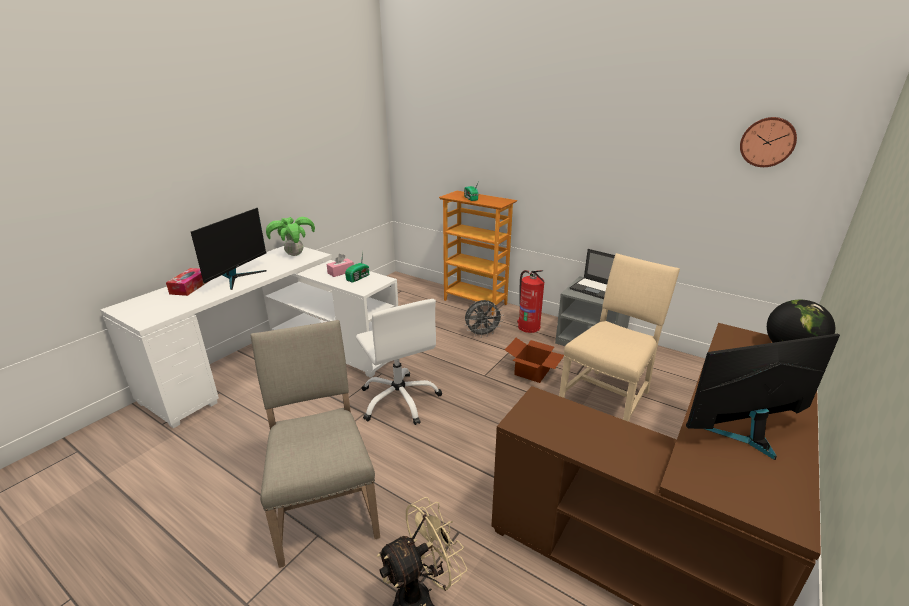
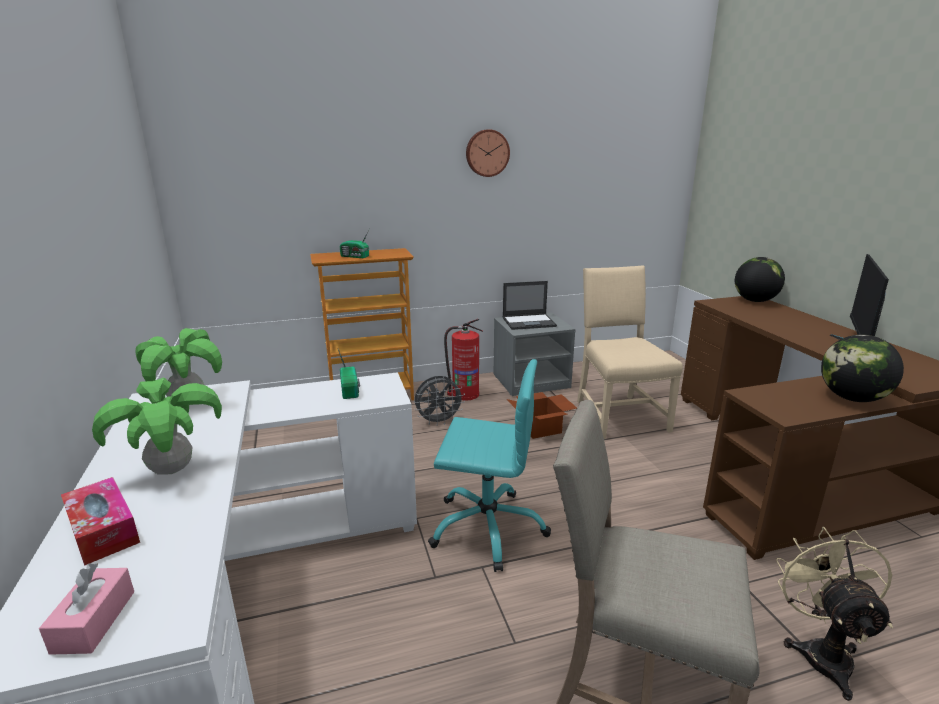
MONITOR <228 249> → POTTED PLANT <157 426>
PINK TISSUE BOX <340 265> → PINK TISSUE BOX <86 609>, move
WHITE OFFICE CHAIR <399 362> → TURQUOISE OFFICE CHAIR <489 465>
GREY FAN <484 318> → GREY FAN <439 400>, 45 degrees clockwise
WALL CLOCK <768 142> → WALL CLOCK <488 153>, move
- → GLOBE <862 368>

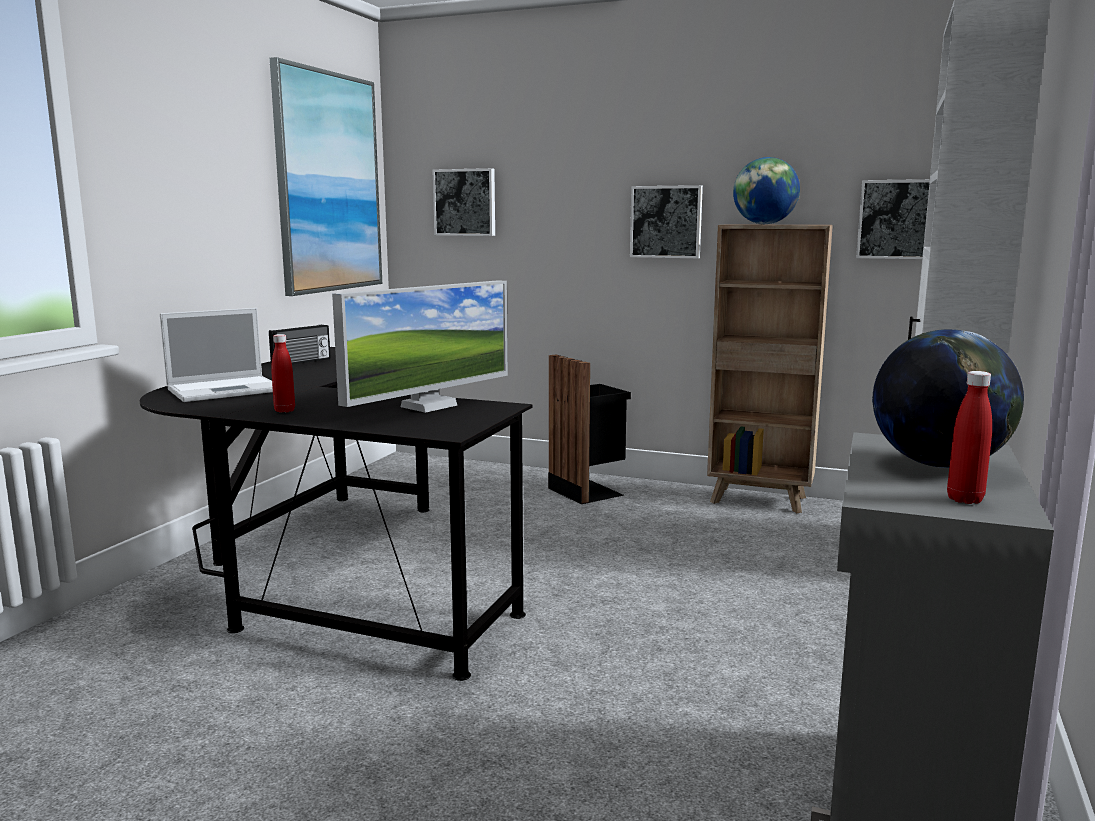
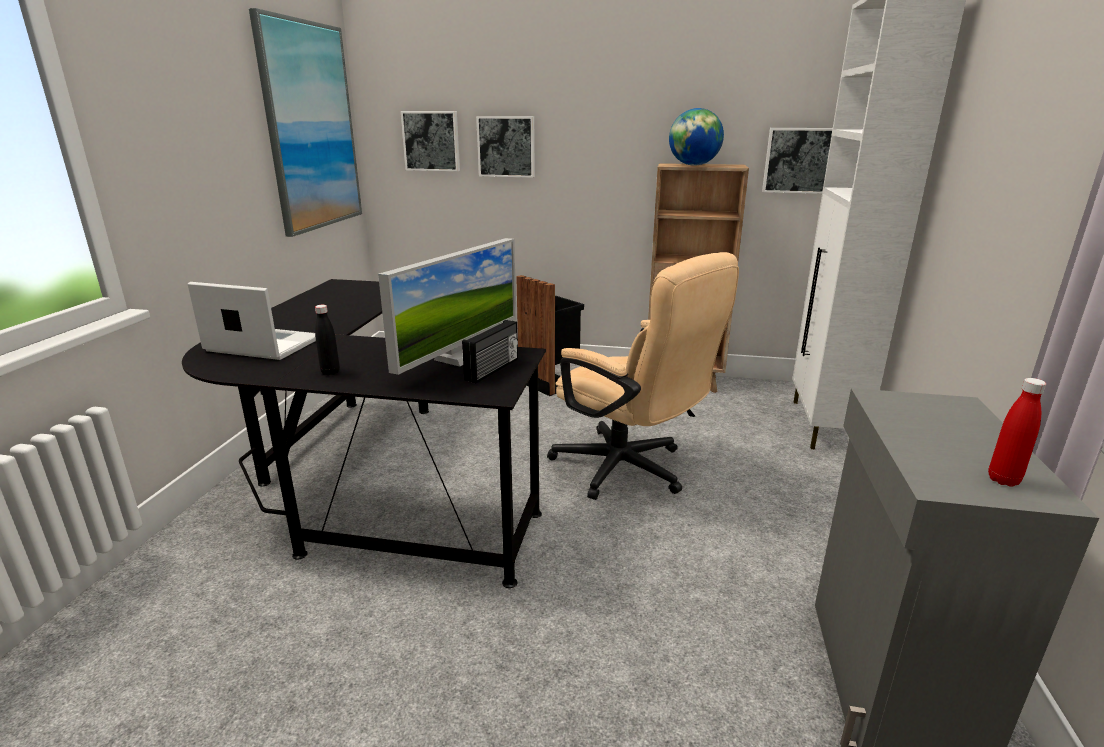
LAPTOP <216 355> → LAPTOP <252 321>, 120 degrees counterclockwise
RADIO <300 345> → RADIO <490 351>, move
RED BOTTLE <283 373> → BLACK BOTTLE <327 340>
PICTURE <666 222> → PICTURE <505 147>, move
GLOBE <948 398> → -
- → BEIGE OFFICE CHAIR <643 376>

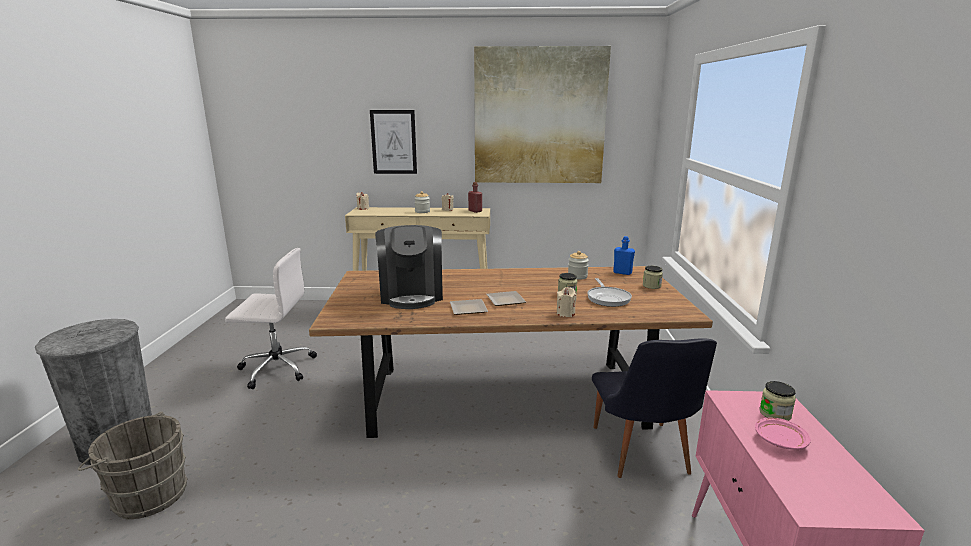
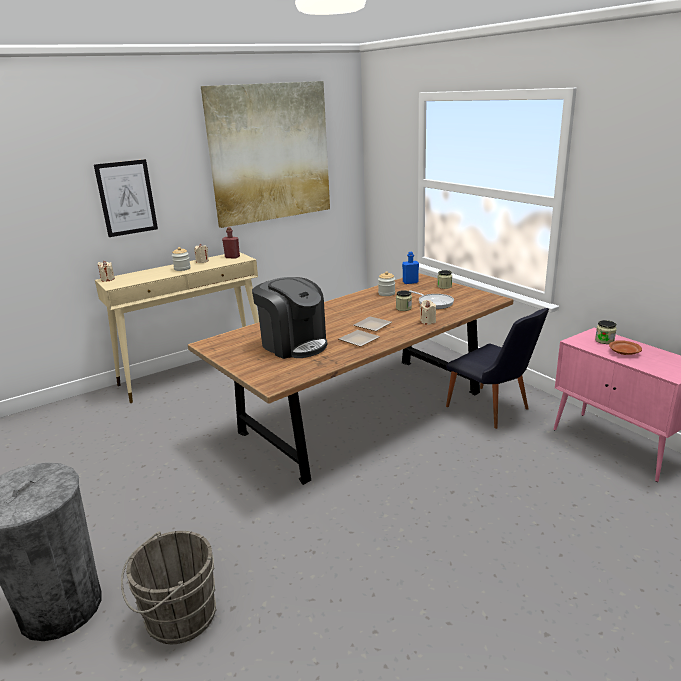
WHITE OFFICE CHAIR <271 318> → -
PINK PLATE <783 433> → BROWN PLATE <625 347>

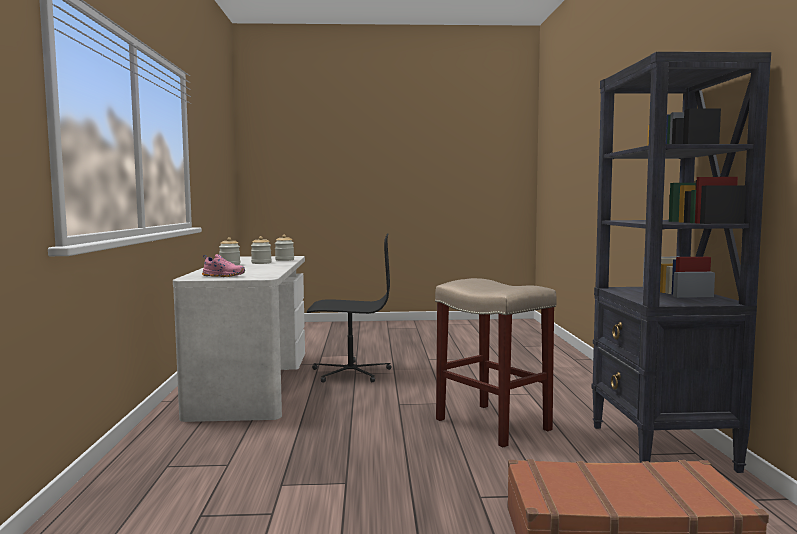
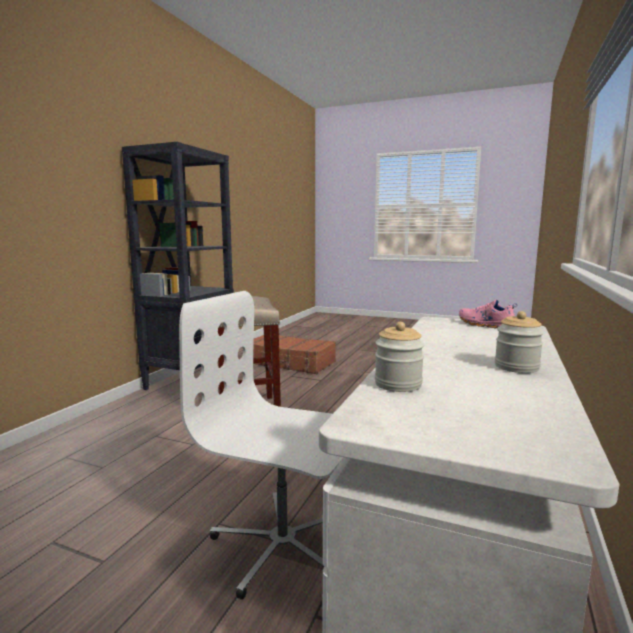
JAR <261 250> → -
BLACK OFFICE CHAIR <349 308> → WHITE OFFICE CHAIR <261 445>

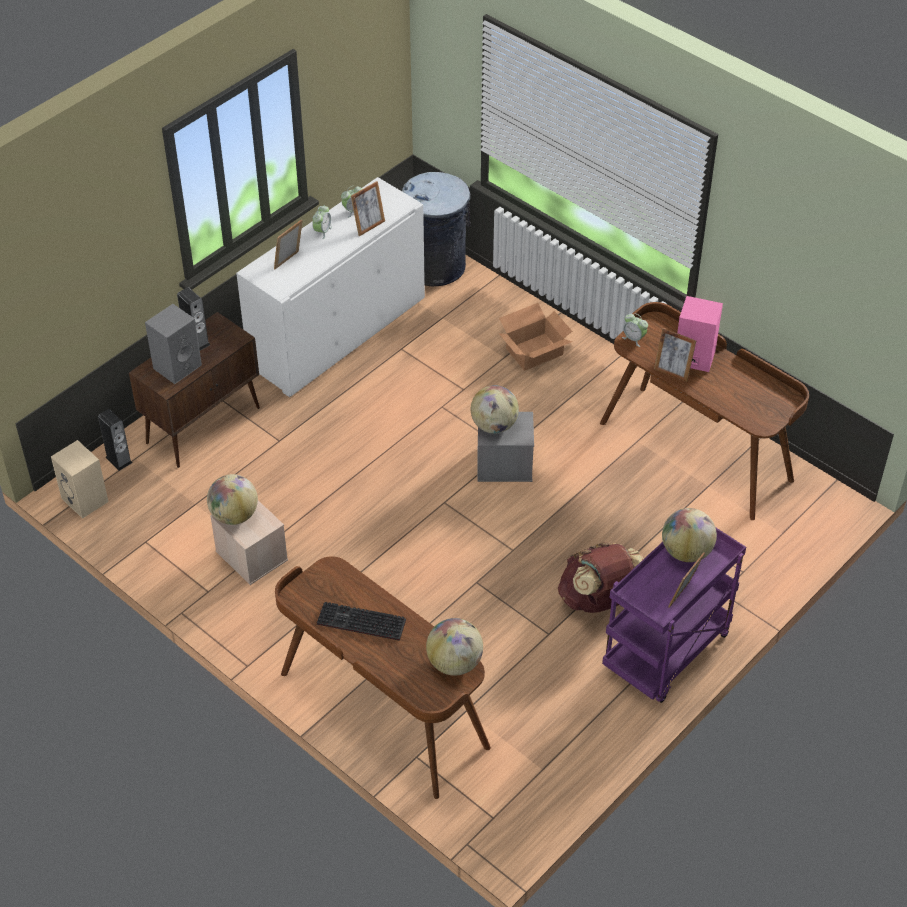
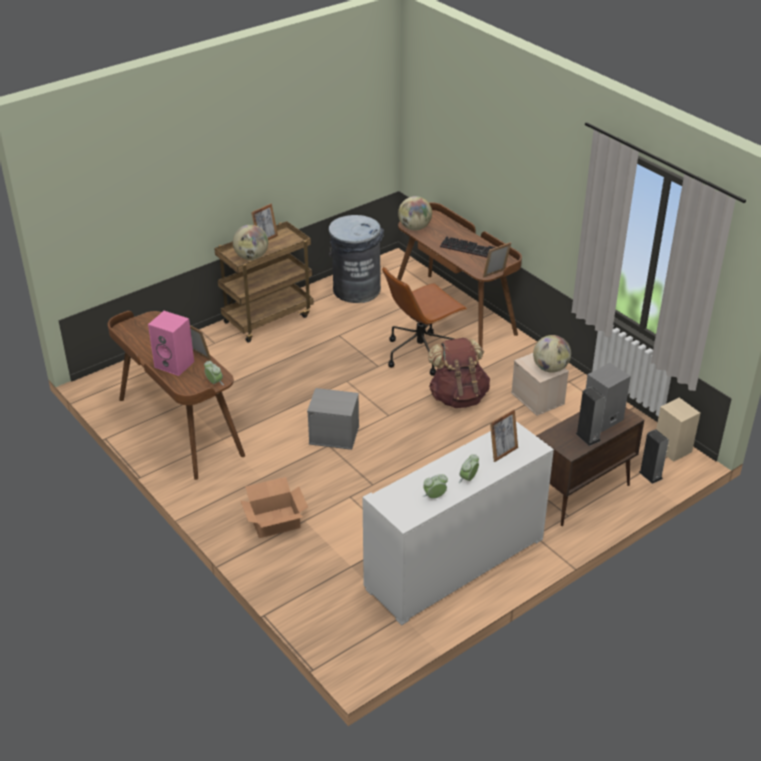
PICTURE FRAME <368 208> → PICTURE FRAME <497 260>, move
GREY TRASH CAN <436 229> → GREY TRASH CAN <356 259>, move
GLOBE <495 409> → -
BROWN BACKPACK <601 577> → BROWN BACKPACK <459 373>, move
PURPLE CART <674 615> → BROWN CART <264 281>
- → BROWN OFFICE CHAIR <424 321>

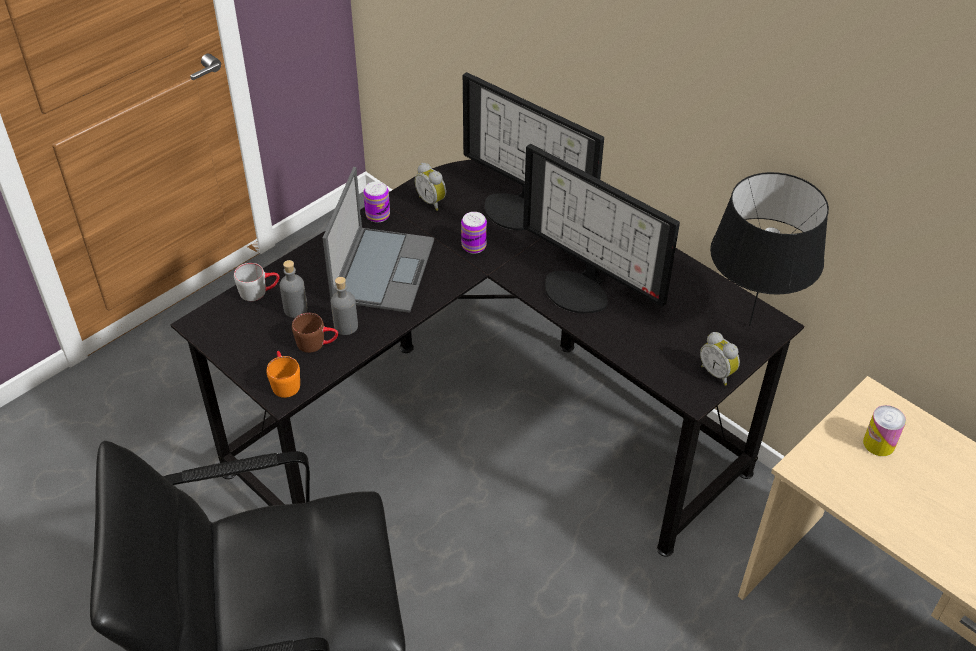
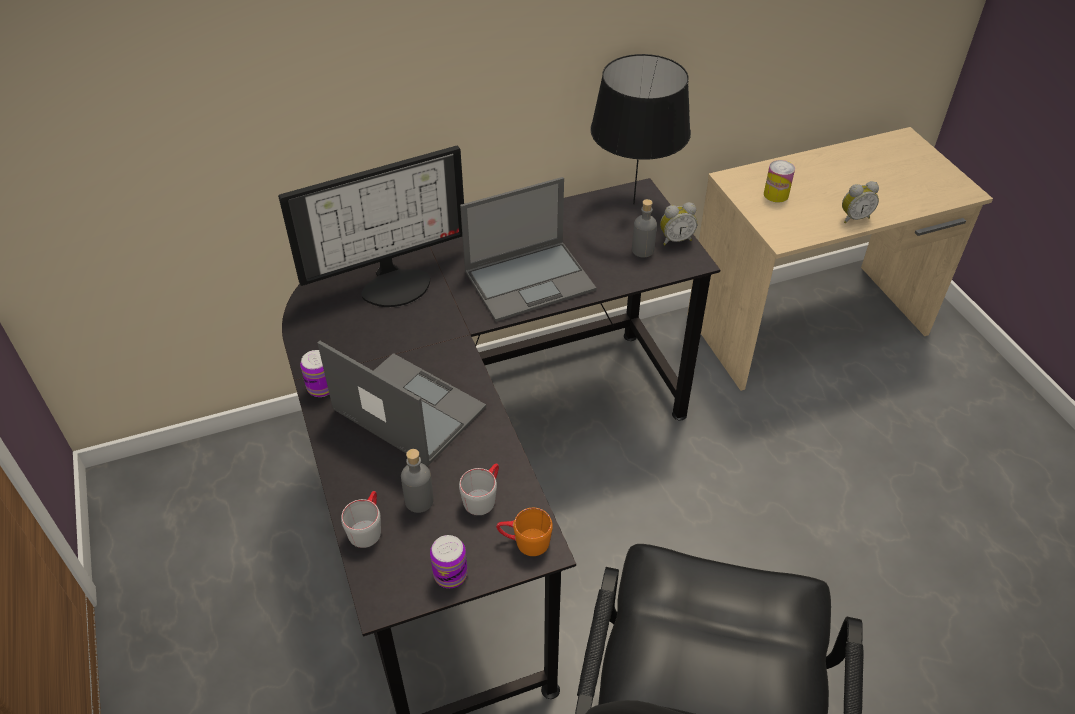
BROWN MUG <315 333> → GREY MUG <479 489>
GREY BOTTLE <344 306> → GREY BOTTLE <644 228>, move
ALARM CLOCK <430 187> → ALARM CLOCK <860 202>, move
CAN <474 233> → CAN <449 561>, move
MONITOR <601 229> → LAPTOP <528 249>

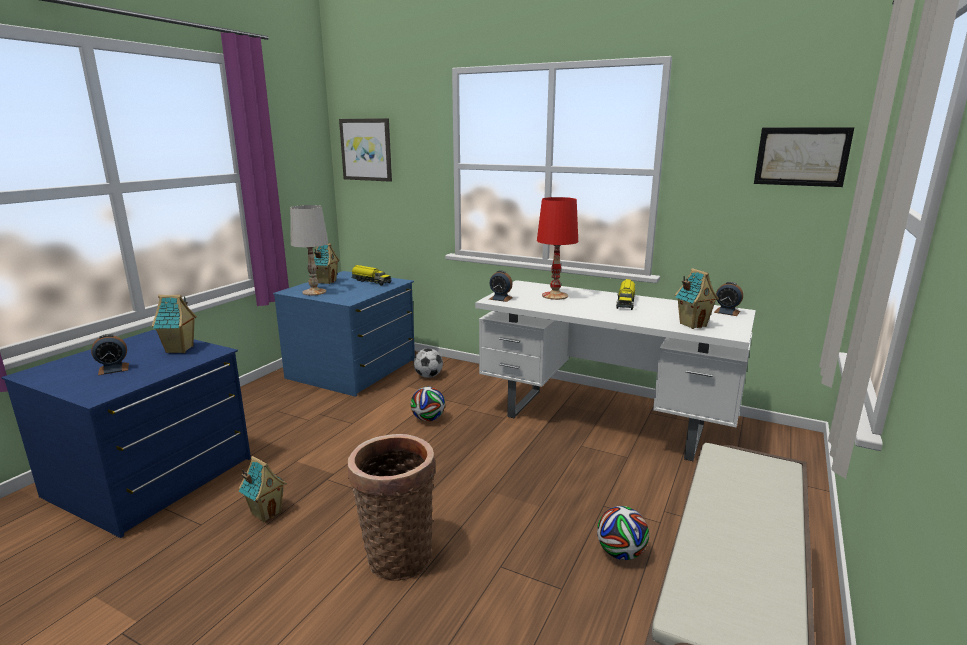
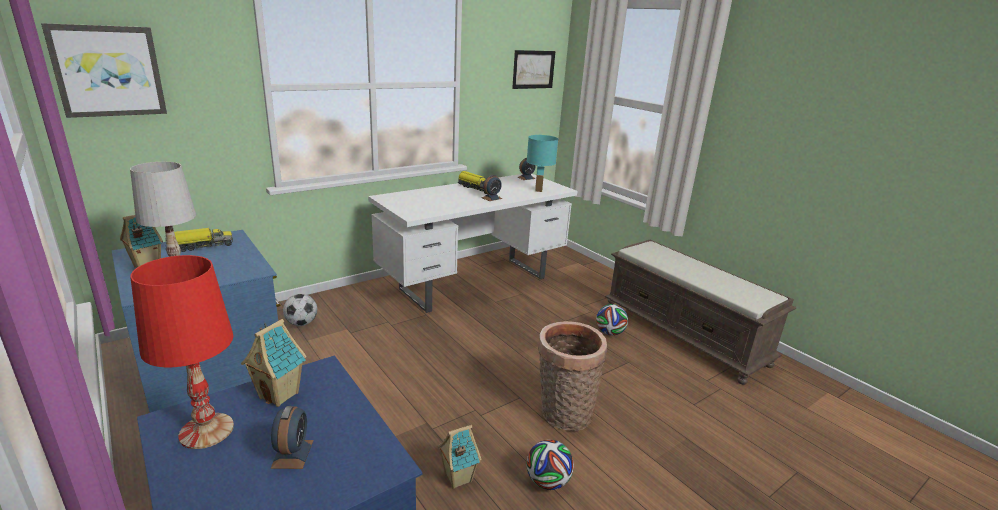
FOOTBALL <428 404> → FOOTBALL <550 464>, move
ALARM CLOCK <501 286> → ALARM CLOCK <491 188>, move
RED TABLE LAMP <557 248> → RED TABLE LAMP <182 352>, move
TOY HOUSE <697 298> → TURQUOISE TABLE LAMP <542 163>

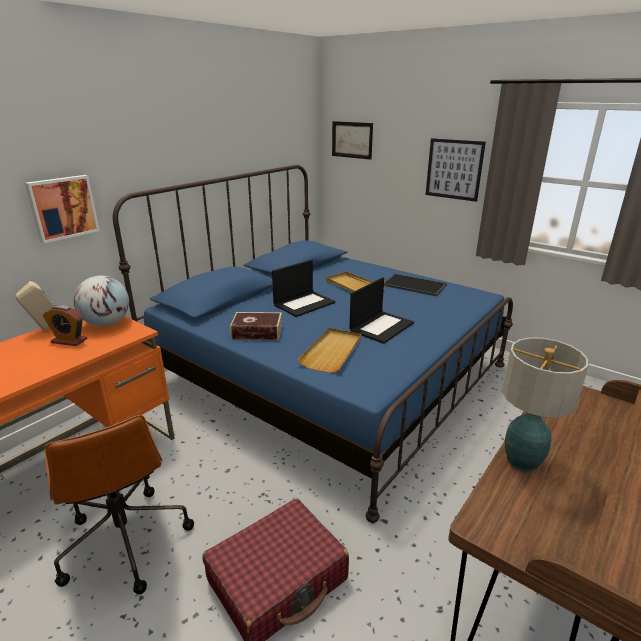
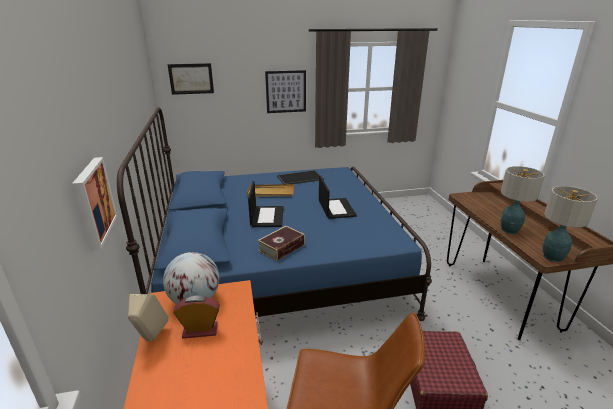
ALARM CLOCK <65 325> → ALARM CLOCK <196 317>, 150 degrees counterclockwise
BEIGE TRAY <329 350> → -
- → TABLE LAMP <570 224>

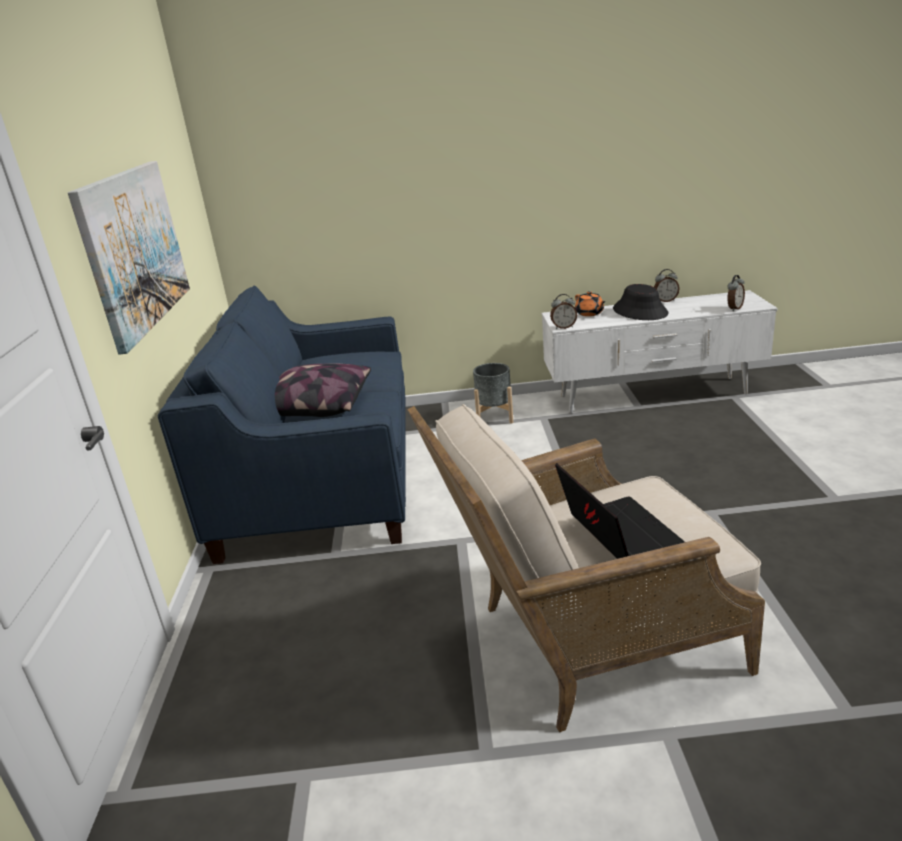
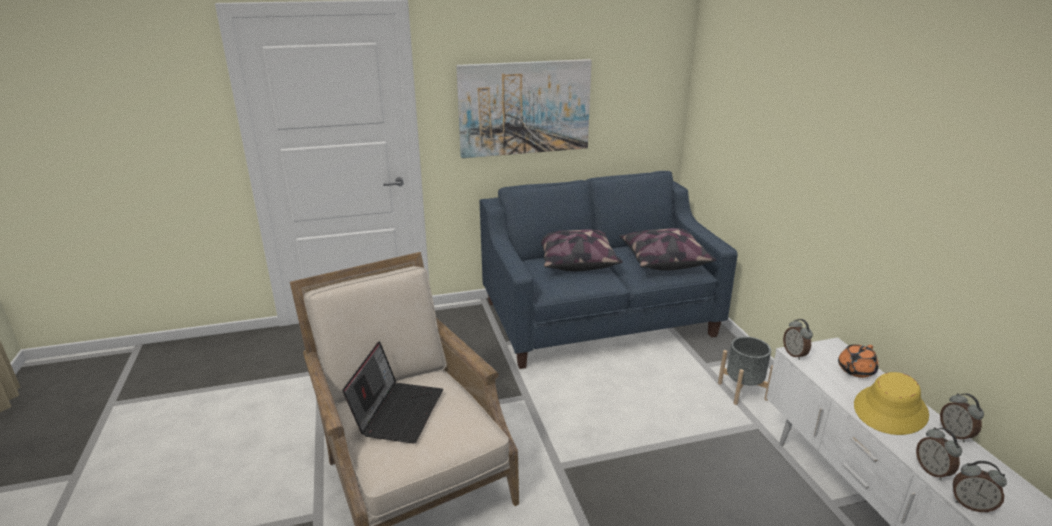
LAPTOP <620 511> → LAPTOP <392 392>, 45 degrees counterclockwise
BLACK HAT <641 302> → YELLOW HAT <891 403>
- → PILLOW <667 249>
- → ALARM CLOCK <939 454>

